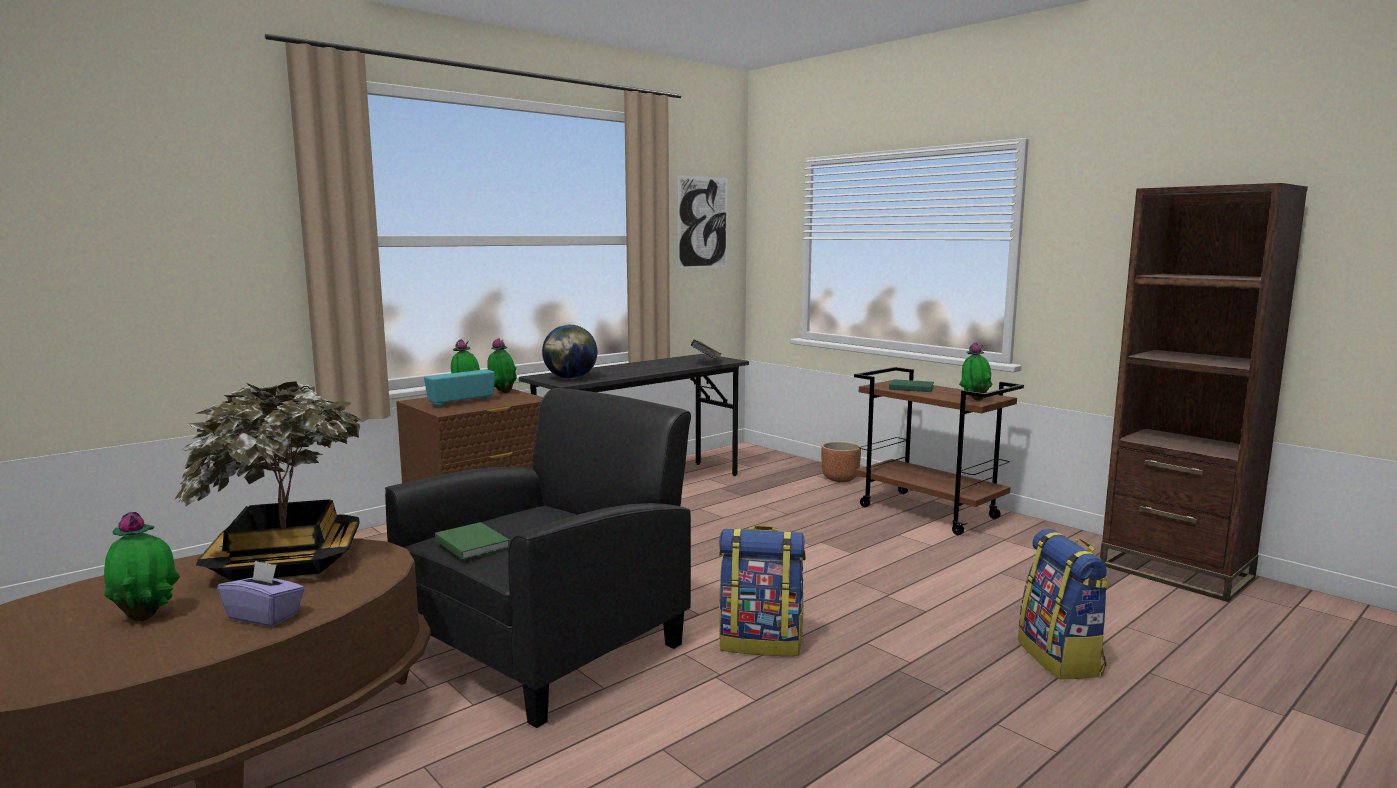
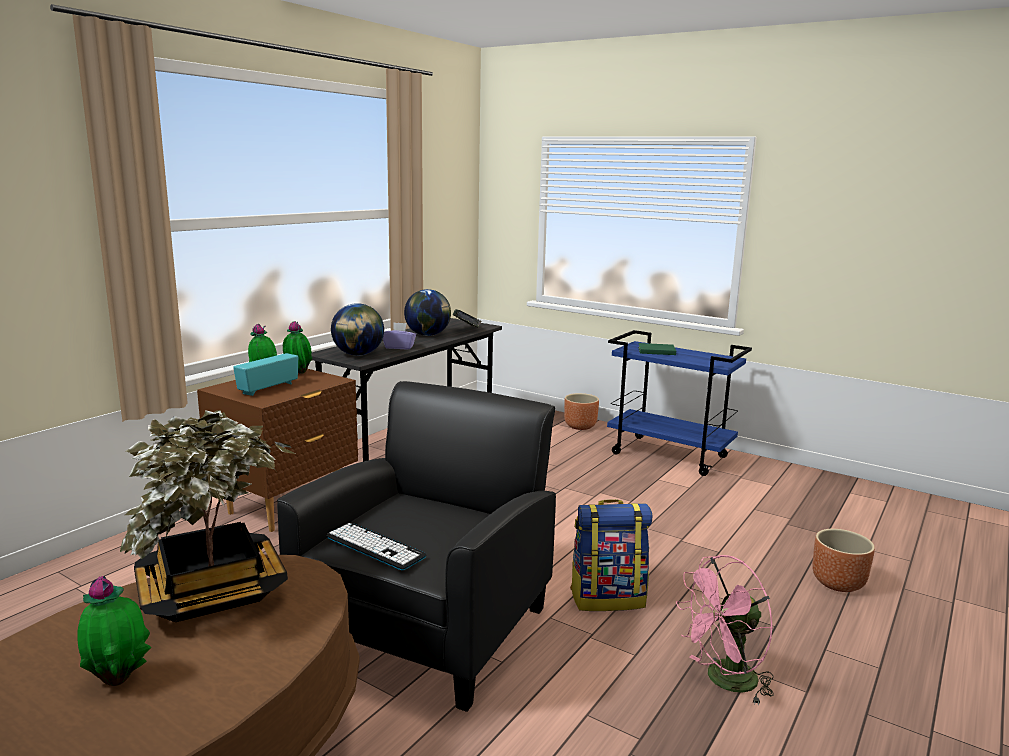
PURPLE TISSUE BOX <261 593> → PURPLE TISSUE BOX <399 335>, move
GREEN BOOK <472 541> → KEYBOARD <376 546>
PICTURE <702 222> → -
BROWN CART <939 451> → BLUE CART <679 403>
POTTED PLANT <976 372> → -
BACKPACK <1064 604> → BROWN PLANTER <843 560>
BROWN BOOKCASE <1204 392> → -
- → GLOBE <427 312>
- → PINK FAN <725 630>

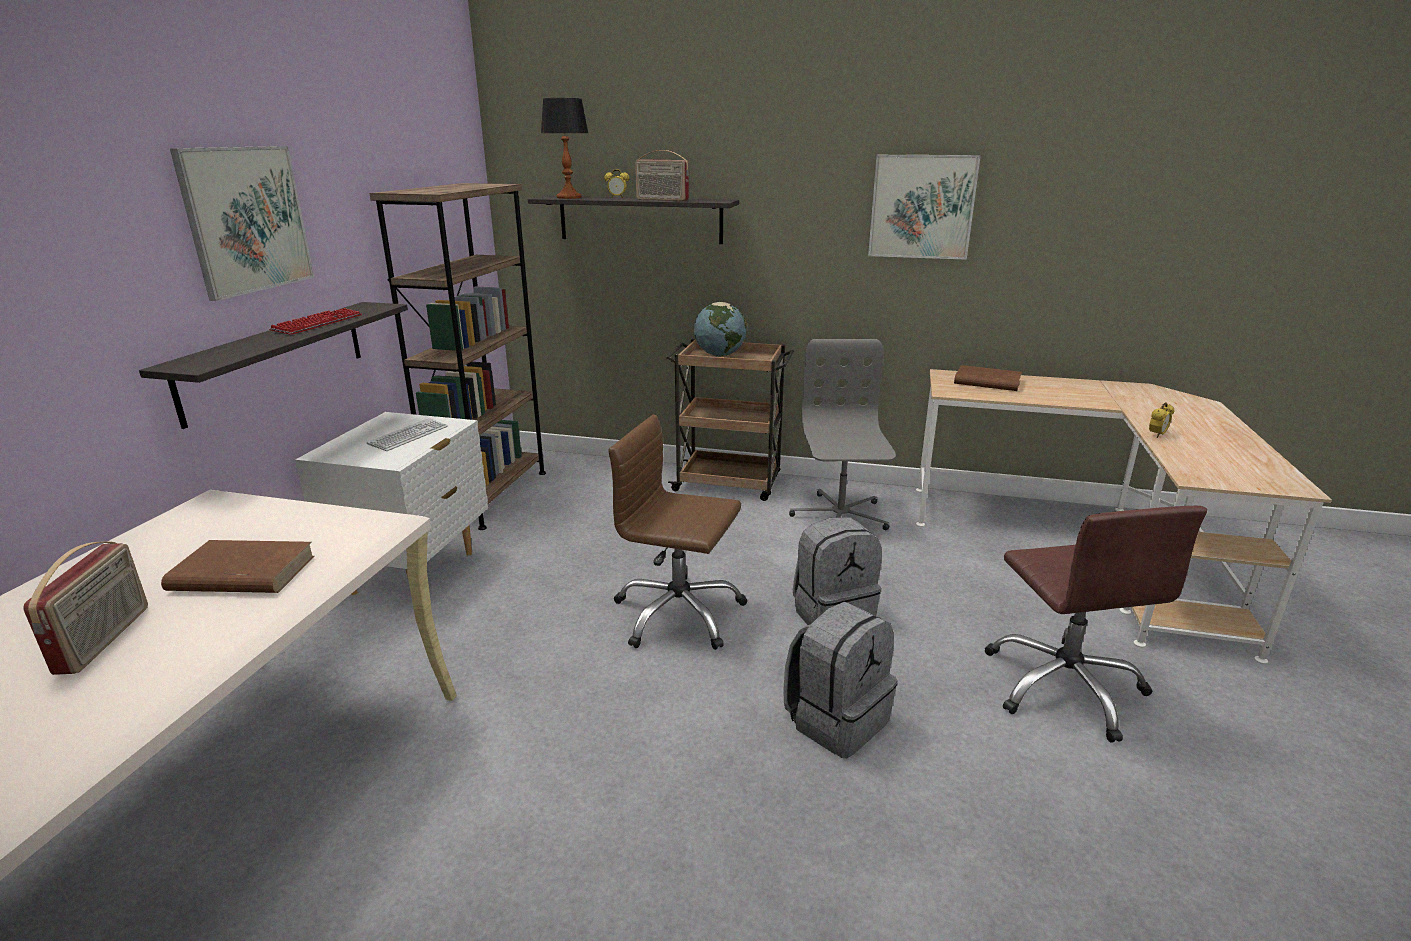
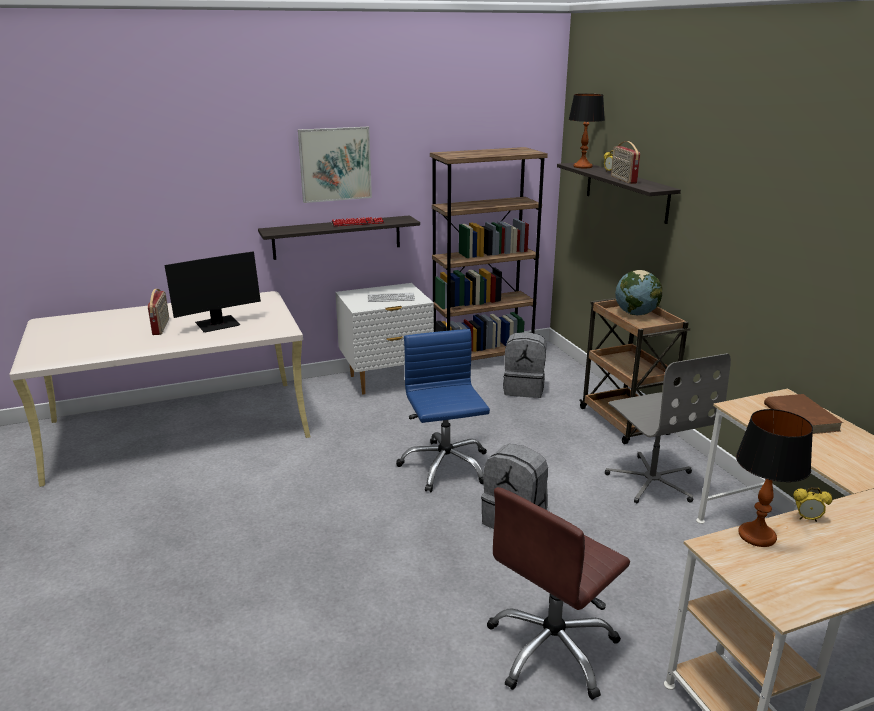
RADIO <85 608> → RADIO <158 312>, 60 degrees counterclockwise
BROWN BOOK <238 566> → MONITOR <212 292>
BROWN OFFICE CHAIR <677 532> → BLUE OFFICE CHAIR <443 410>
GREY BACKPACK <840 680> → GREY BACKPACK <524 365>, move
GREY OFFICE CHAIR <842 434> → GREY OFFICE CHAIR <668 428>, 105 degrees clockwise
PICTURE <924 207> → -
- → TABLE LAMP <774 478>

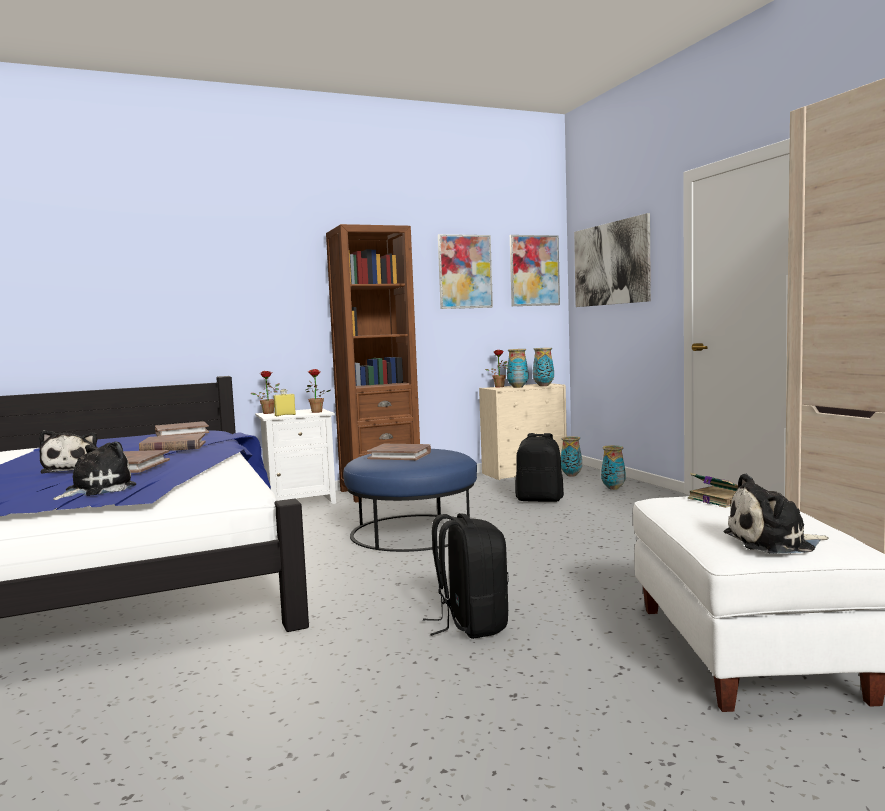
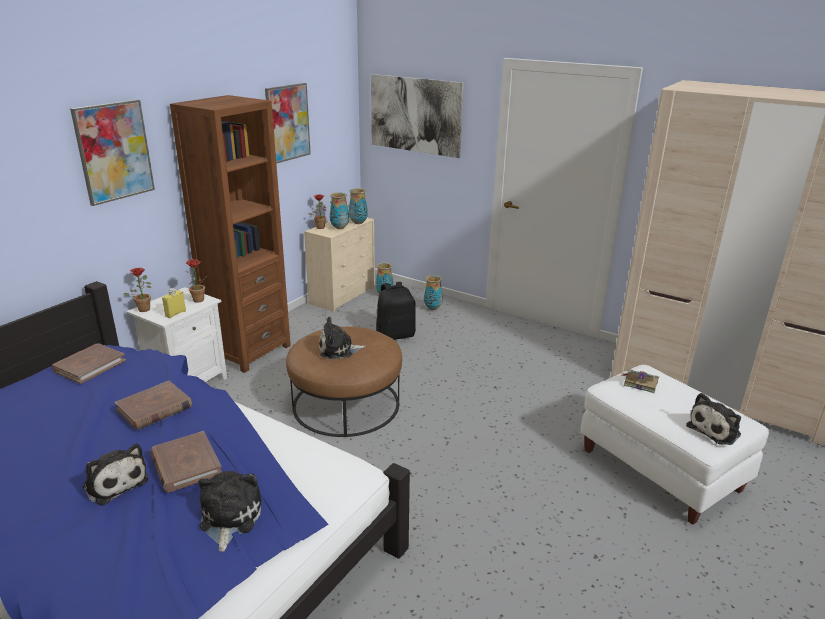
BLUE OTTOMAN <410 500> → BROWN OTTOMAN <344 382>
BROWN BOOK <399 452> → PLUSH TOY <342 338>
BLACK BACKPACK <466 576> → -
PICTURE <535 270> → PICTURE <112 152>, move

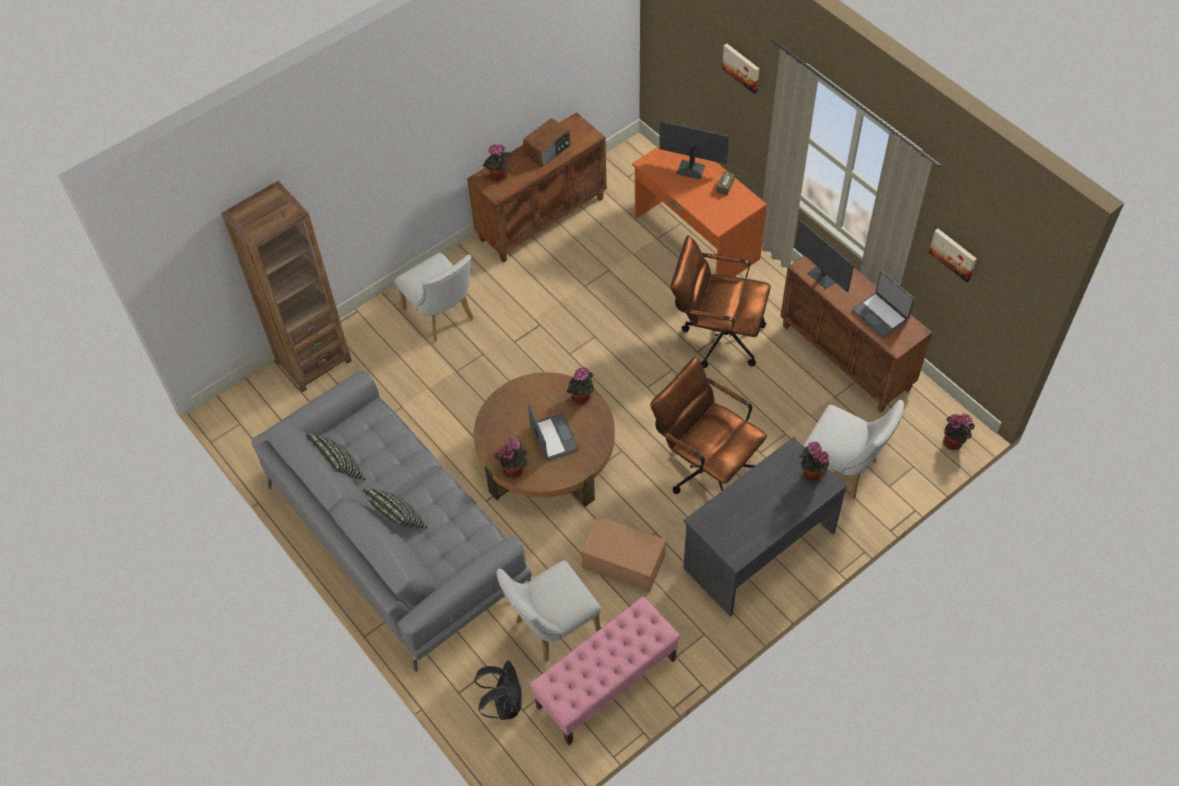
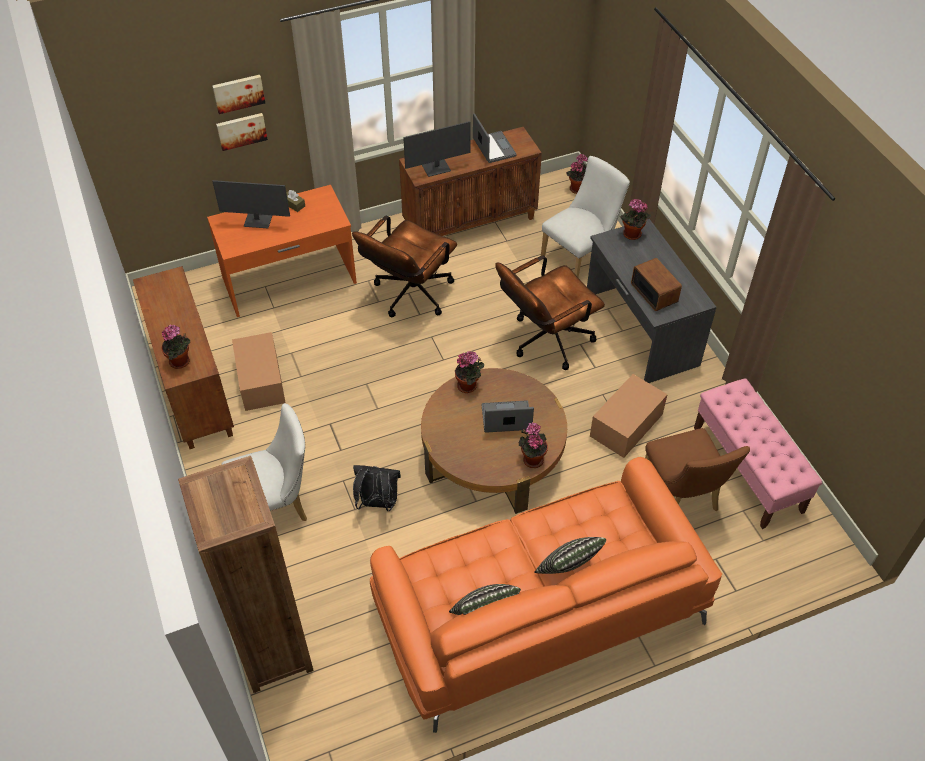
GREY SOFA <392 521> → ORANGE SOFA <546 595>
BLACK BACKPACK <498 690> → BLACK BACKPACK <377 488>, move
WHITE CHAIR <548 611> → BROWN CHAIR <697 469>
RADIO <546 142> → RADIO <656 284>, move
MONITOR <694 150> → MONITOR <251 204>, 120 degrees counterclockwise
LAPTOP <883 304> → LAPTOP <495 138>, 90 degrees counterclockwise
PICTURE <953 255> → PICTURE <242 132>, move
- → CARDBOARD BOX <259 371>

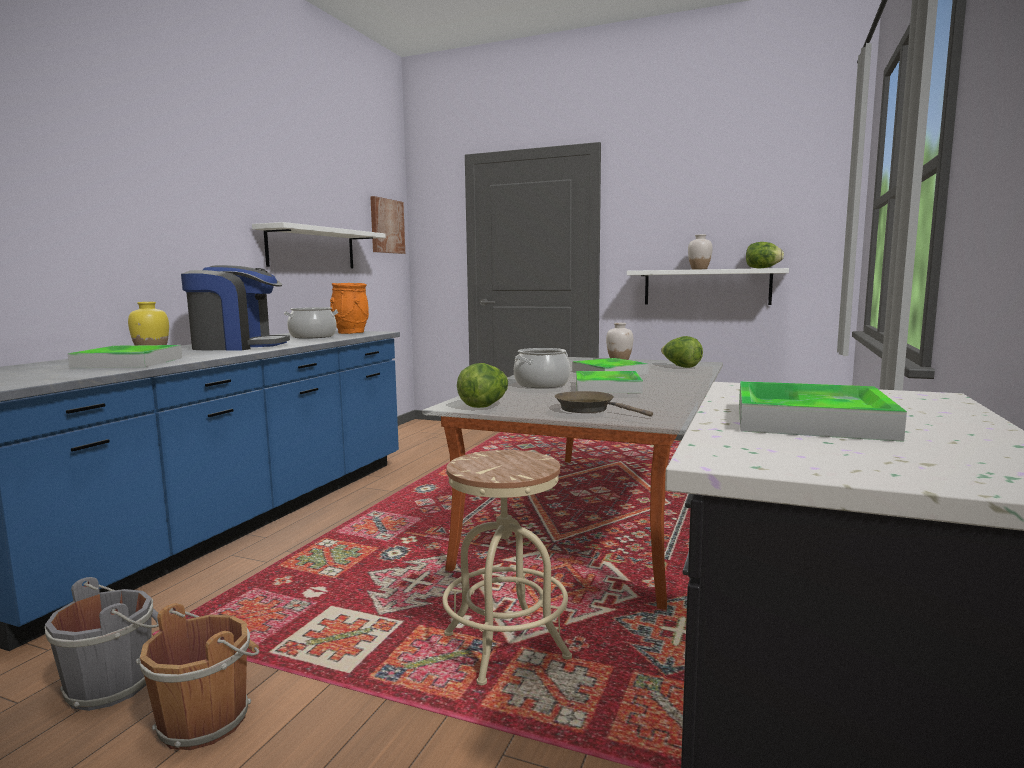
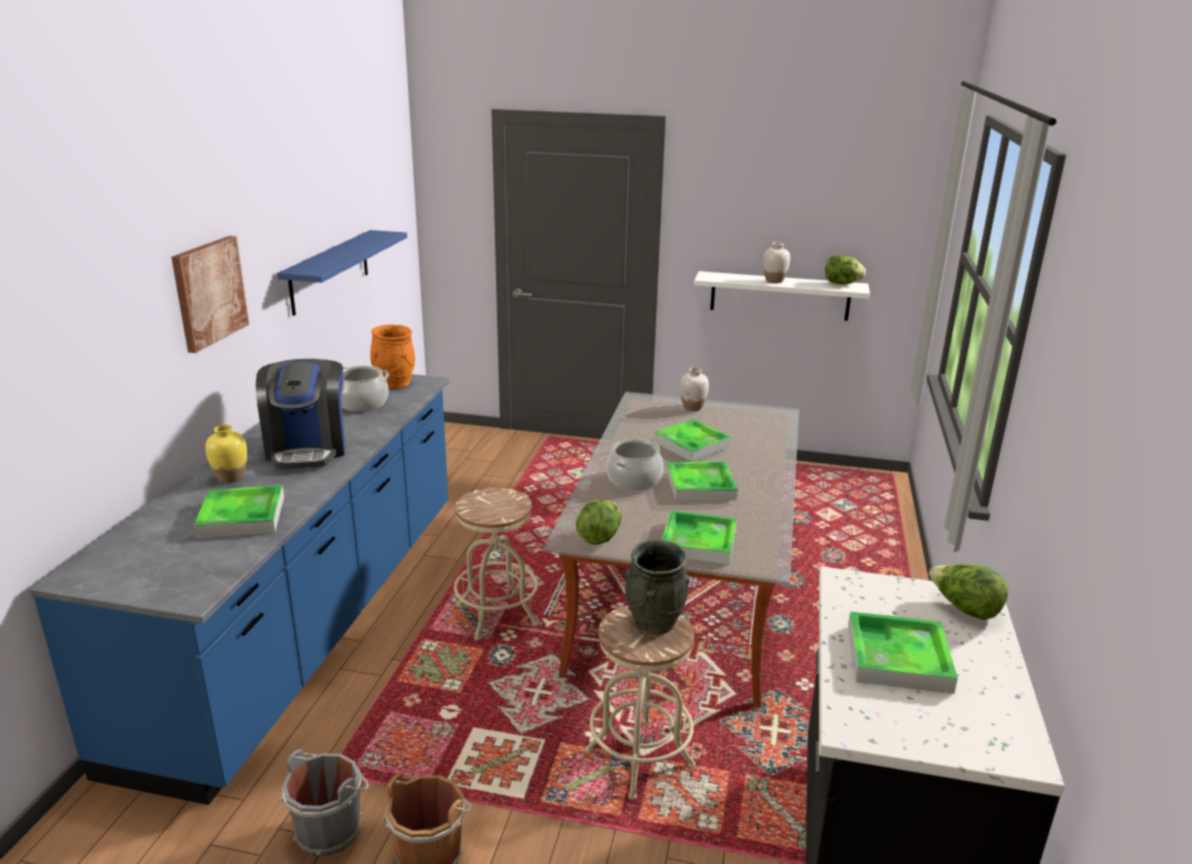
COFFEE MACHINE <235 308> → COFFEE MACHINE <300 414>, 90 degrees clockwise
WHITE SHELF <319 245> → BLUE SHELF <342 273>
PICTURE <387 225> → PICTURE <210 294>, move
BROWN FRYING PAN <604 404> → TRAY <699 537>
LETTUCE <682 352> → LETTUCE <968 591>, move
- → BEIGE STOOL <496 564>
- → GREY VASE <657 586>

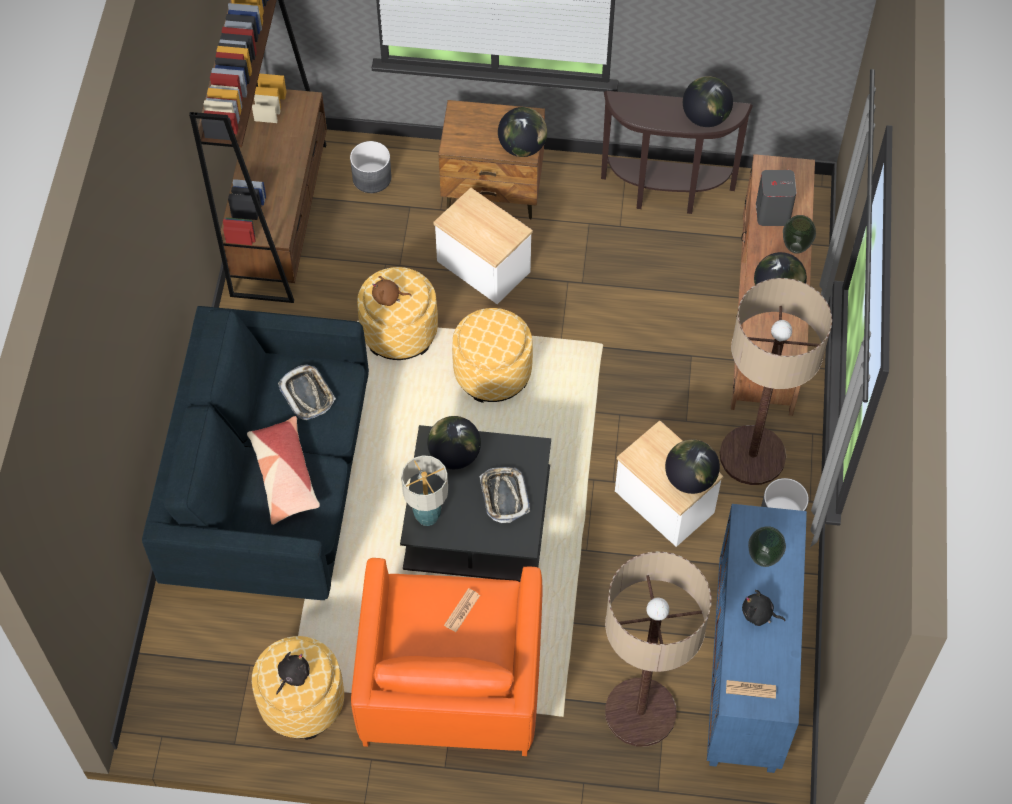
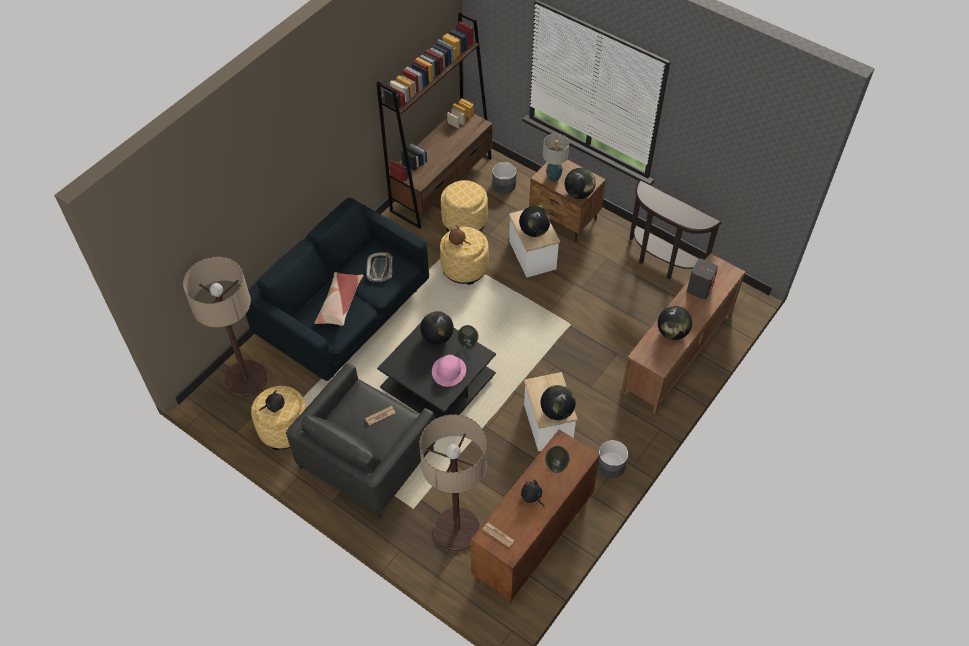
ORANGE ARMCHAIR <447 657> → GREY ARMCHAIR <361 441>
TABLE LAMP <424 490> → TABLE LAMP <556 157>, move
OTTOMAN <492 355> → OTTOMAN <464 206>, move
TRAY <504 495> → PINK HAT <449 371>
GLOBE <708 101> → GLOBE <534 221>, move
BLUE CABINET <757 638> → BROWN CABINET <535 516>
FLOOR LAMP <776 381> → FLOOR LAMP <225 327>, move
VASE <799 234> → VASE <467 337>, move

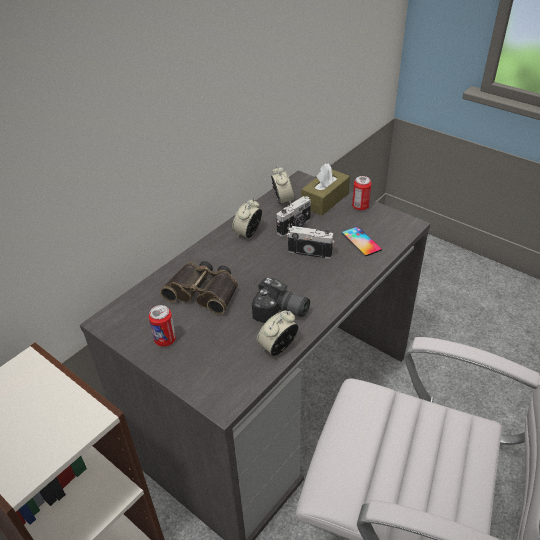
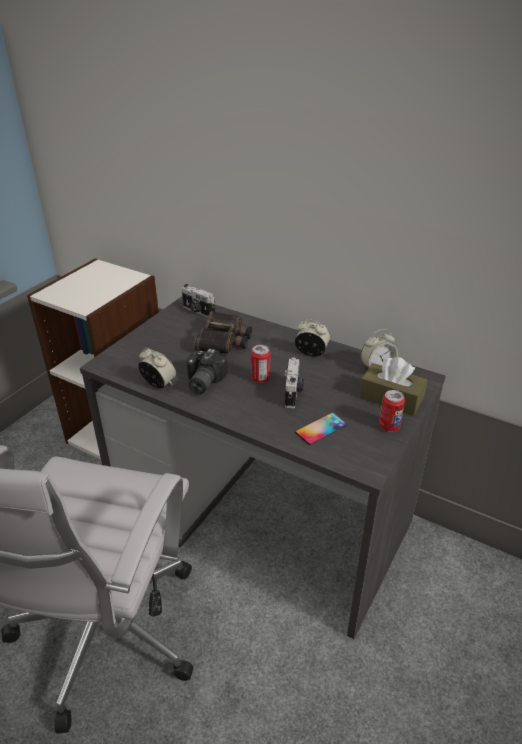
CAN <162 326> → CAN <260 364>, move
PHOTO CAMERA <293 216> → PHOTO CAMERA <198 300>, move

